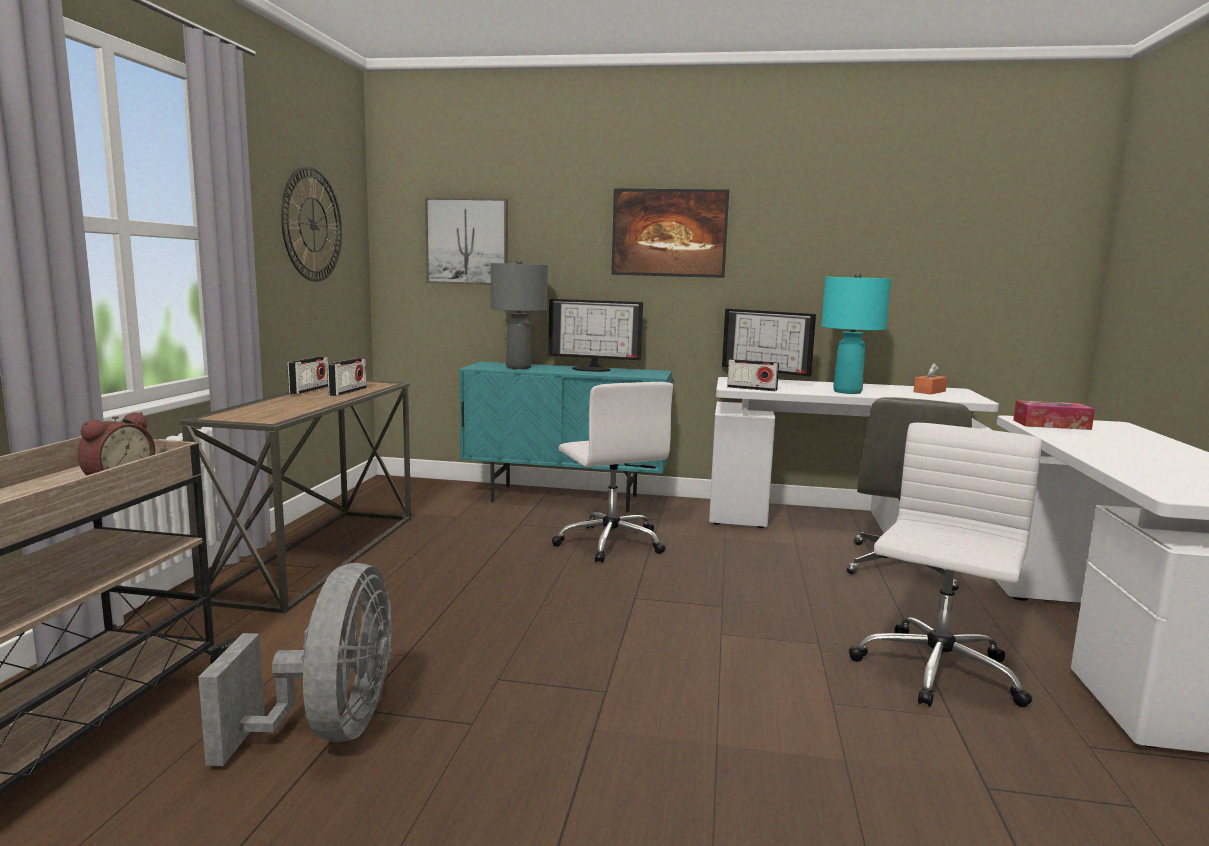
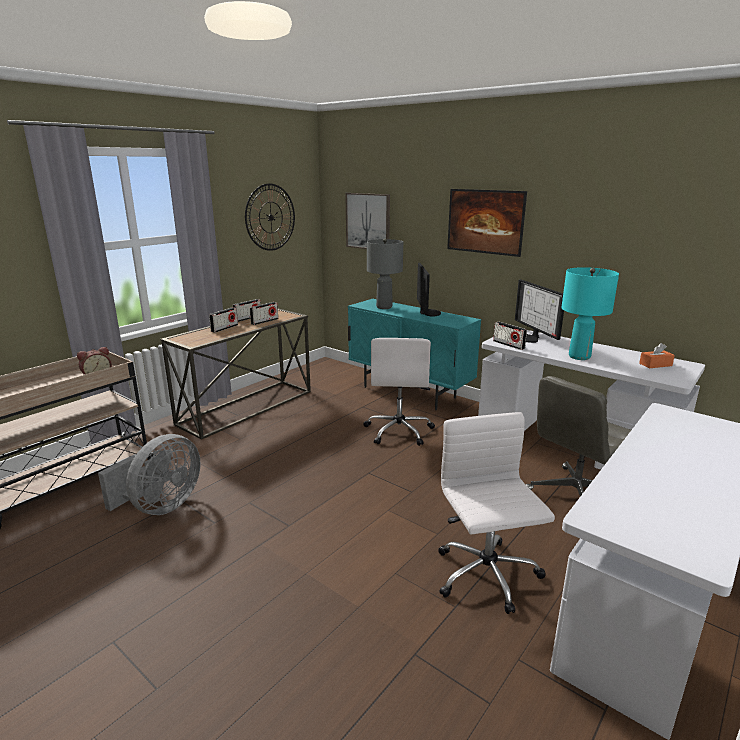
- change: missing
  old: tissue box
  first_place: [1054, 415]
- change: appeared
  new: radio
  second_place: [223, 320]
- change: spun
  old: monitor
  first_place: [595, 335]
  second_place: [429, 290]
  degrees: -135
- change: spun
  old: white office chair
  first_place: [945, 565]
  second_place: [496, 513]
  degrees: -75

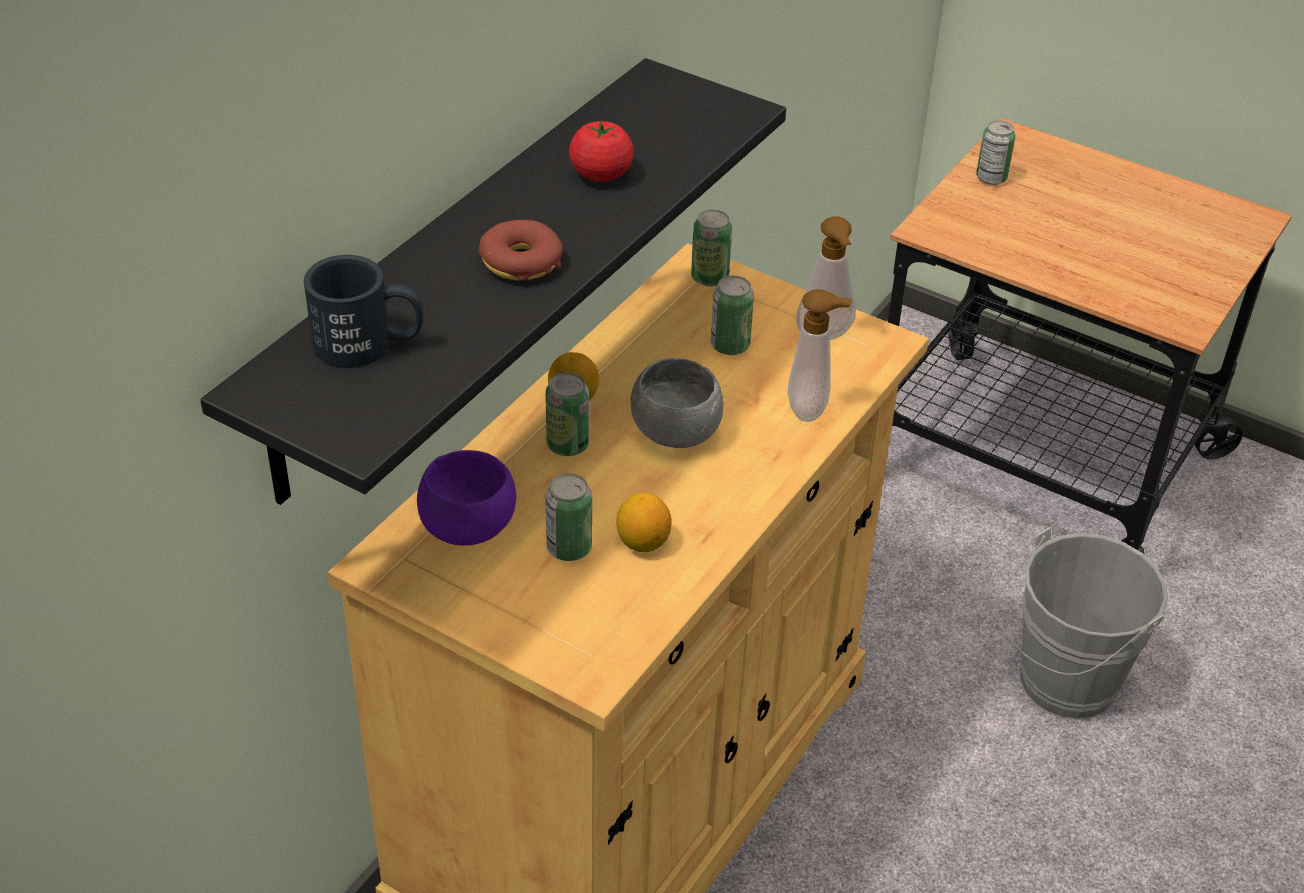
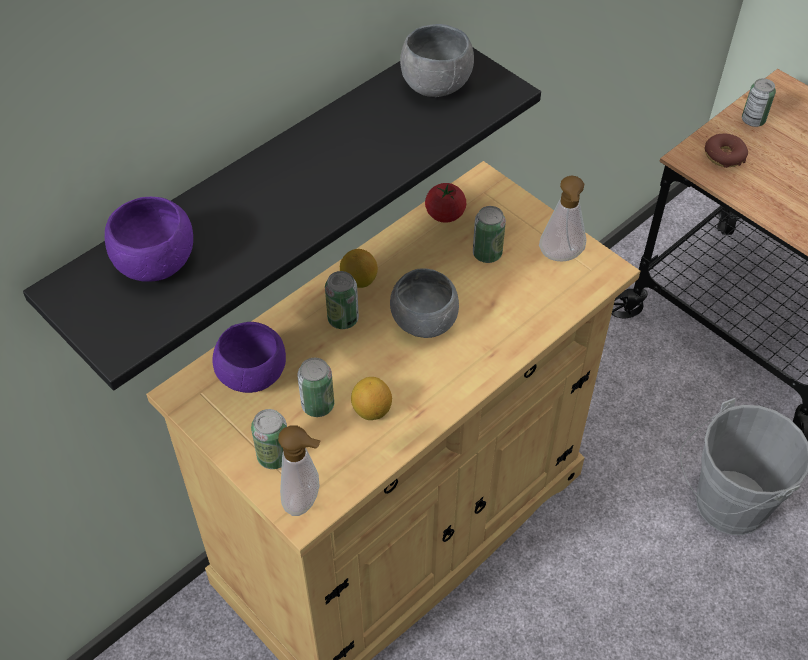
- change: appeared
  new: grey bowl
  second_place: [437, 60]
- change: relocated
  old: donut
  first_place: [521, 250]
  second_place: [726, 151]
- change: relocated
  old: tomato
  first_place: [601, 151]
  second_place: [445, 203]
- change: relocated
  old: can
  first_place: [711, 248]
  second_place: [269, 439]
- change: relocated
  old: soap dispenser
  first_place: [820, 355]
  second_place: [299, 470]
- change: exchanged
  old: black mug
  new: purple bowl
  first_place: [363, 311]
  second_place: [149, 239]

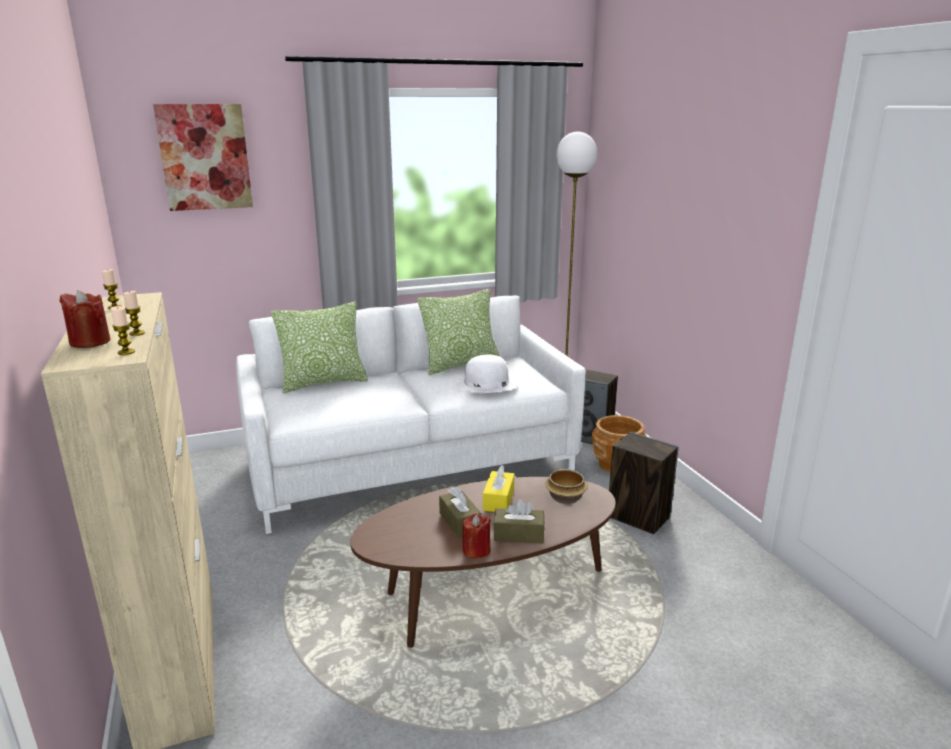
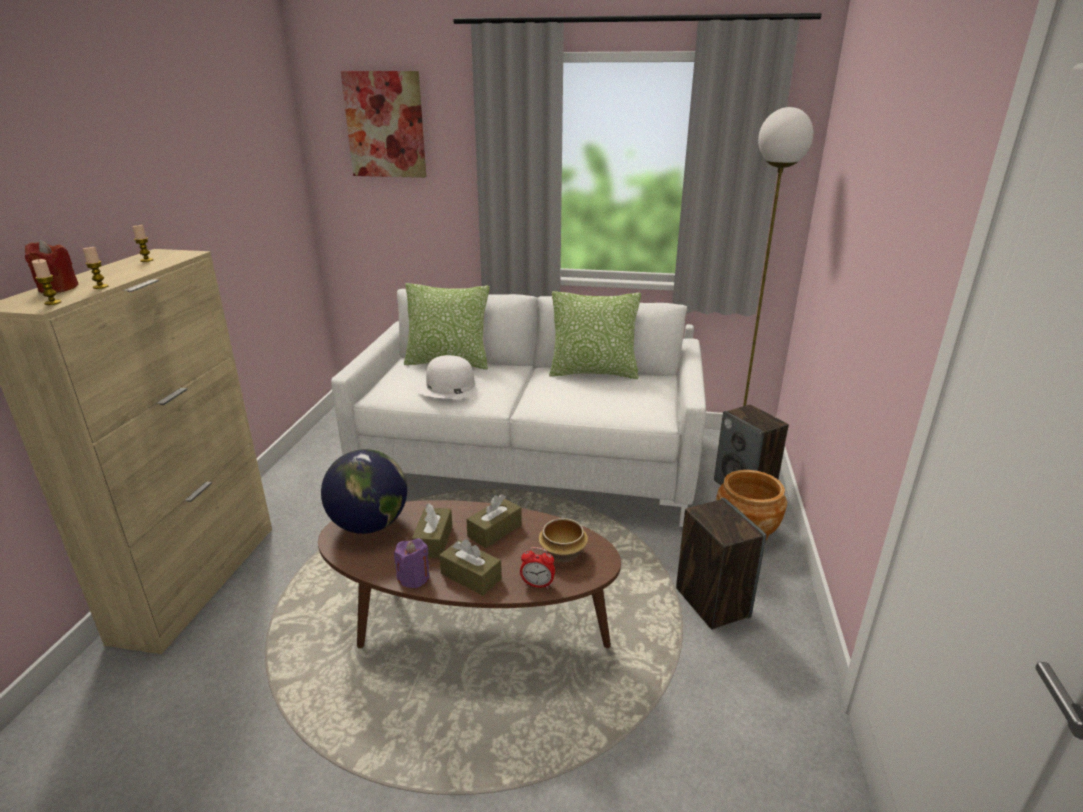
- change: appeared
  new: globe
  second_place: [364, 491]
- change: appeared
  new: alarm clock
  second_place: [537, 568]
- change: relocated
  old: white hat
  first_place: [486, 374]
  second_place: [450, 377]
- change: colour
  old: red candle
  new: purple candle
  first_place: [477, 536]
  second_place: [411, 563]
- change: colour
  old: yellow tissue box
  new: brown tissue box
  first_place: [498, 488]
  second_place: [494, 521]

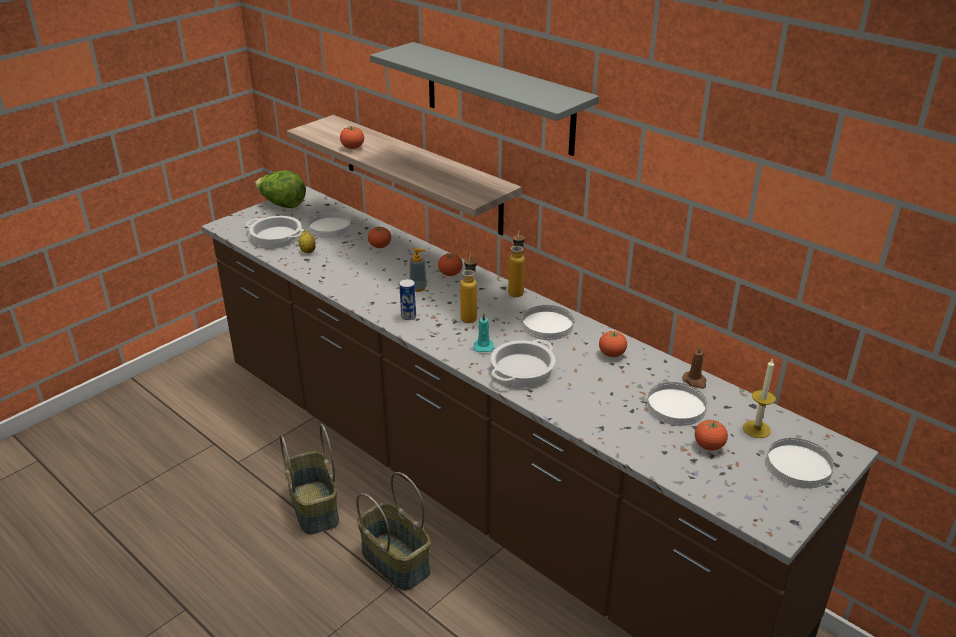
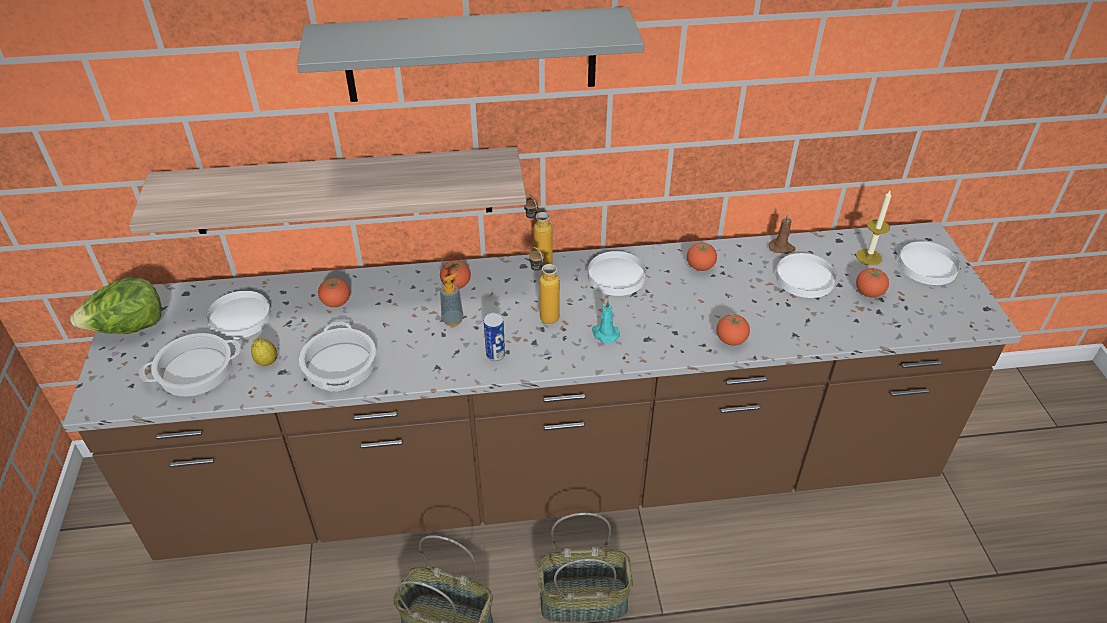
- change: relocated
  old: tomato
  first_place: [352, 137]
  second_place: [733, 330]
- change: relocated
  old: cooking pot
  first_place: [523, 363]
  second_place: [337, 356]

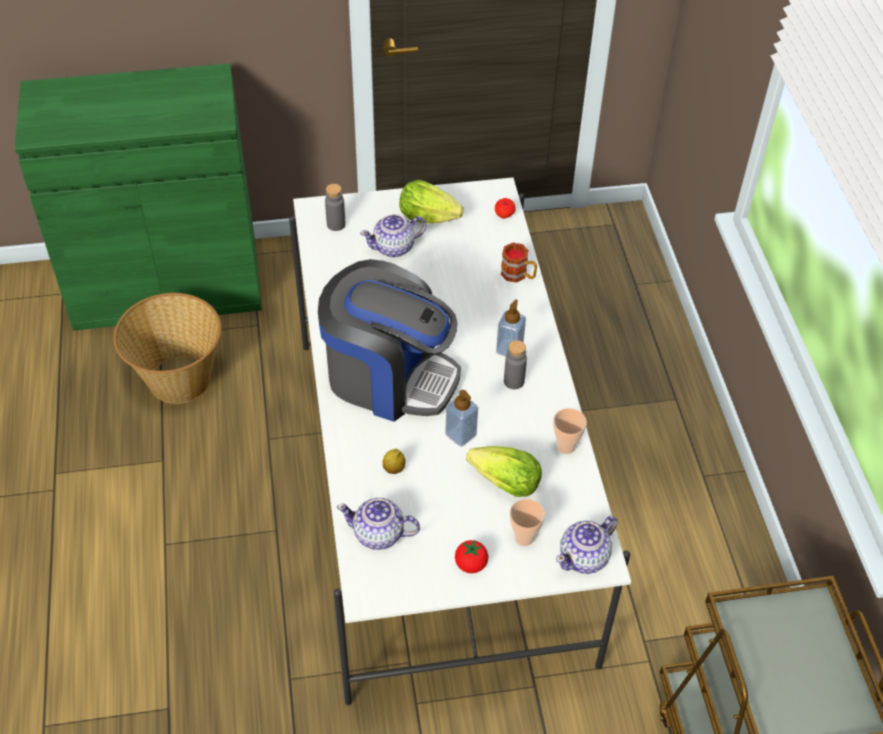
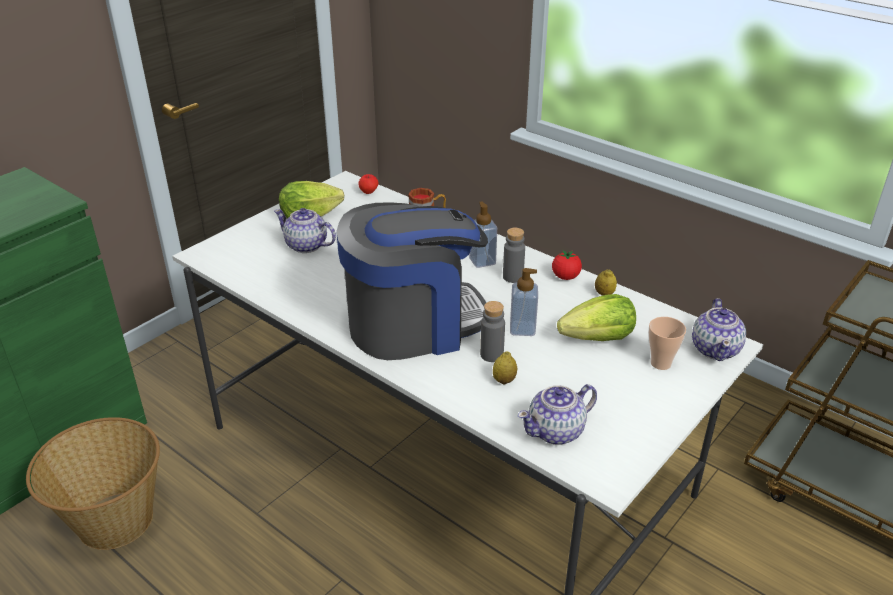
- change: relocated
  old: grey bottle
  first_place: [335, 207]
  second_place: [492, 331]
- change: relocated
  old: tomato
  first_place: [471, 556]
  second_place: [567, 265]
- change: exchanged
  old: cup
  new: lemon
  first_place: [570, 431]
  second_place: [606, 282]
- change: spun
  old: teapot
  first_place: [393, 235]
  second_place: [305, 230]
  degrees: 90

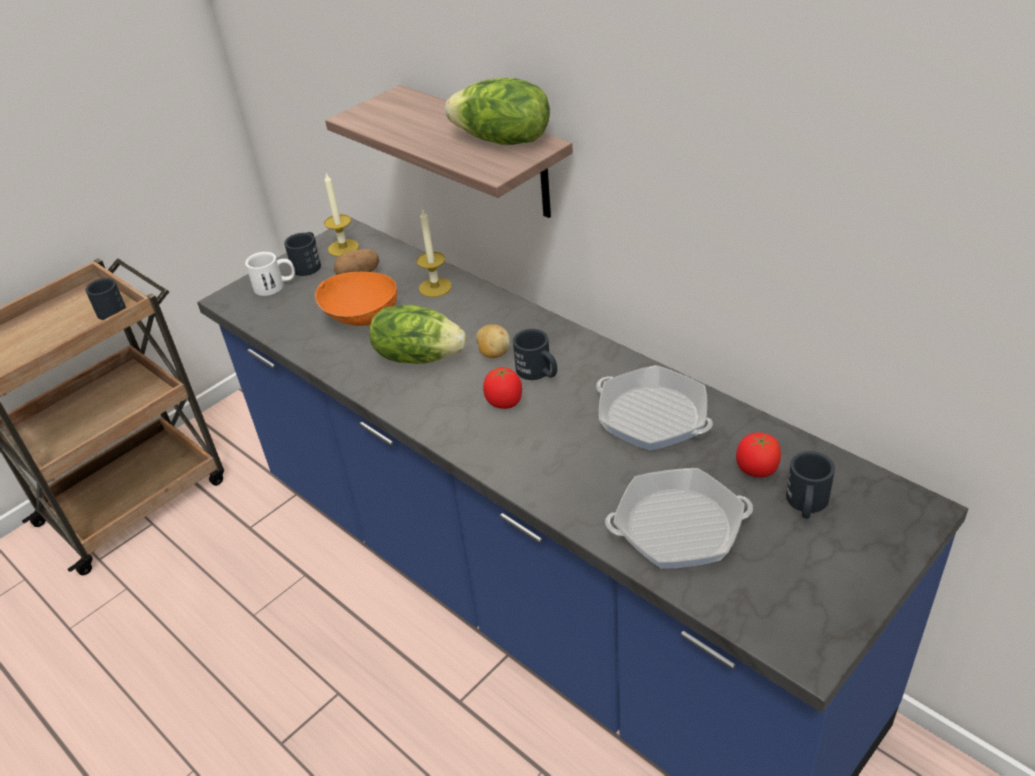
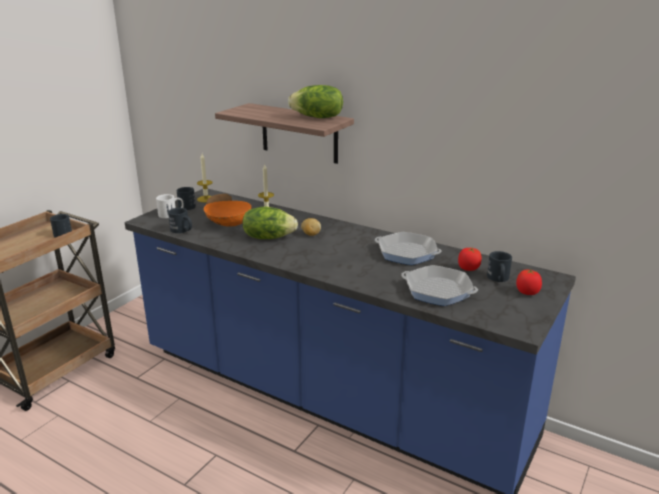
- change: relocated
  old: tomato
  first_place: [502, 388]
  second_place: [529, 282]
- change: relocated
  old: black mug
  first_place: [535, 354]
  second_place: [180, 220]
- change: spun
  old: frying pan
  first_place: [679, 518]
  second_place: [439, 285]
  degrees: 45

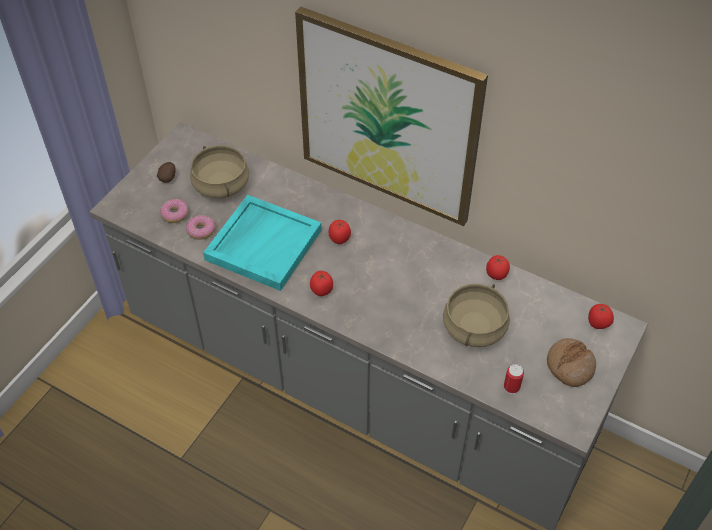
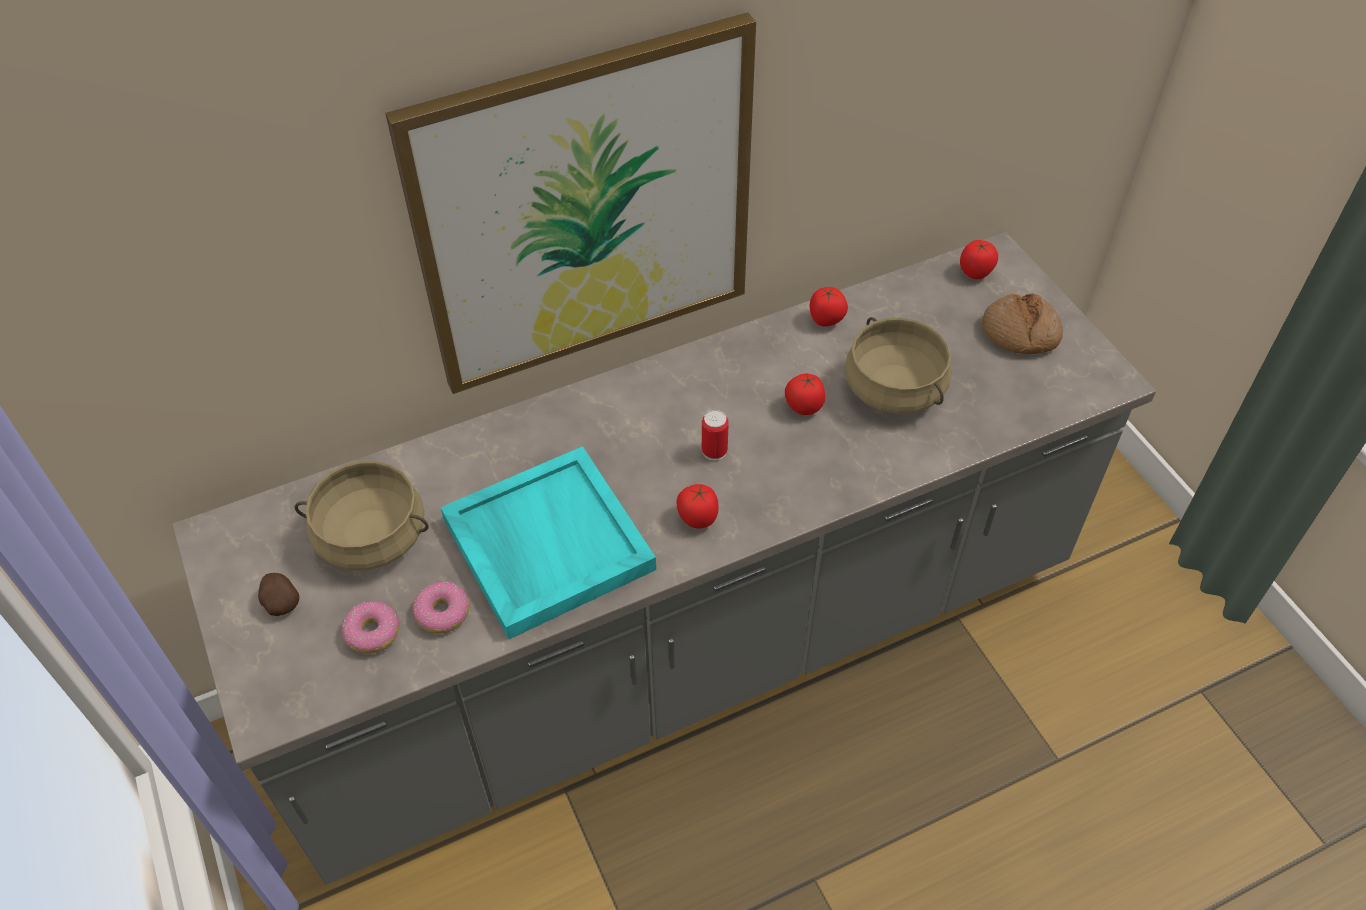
- change: relocated
  old: tomato
  first_place: [340, 232]
  second_place: [805, 394]
- change: relocated
  old: can
  first_place: [514, 379]
  second_place: [715, 435]

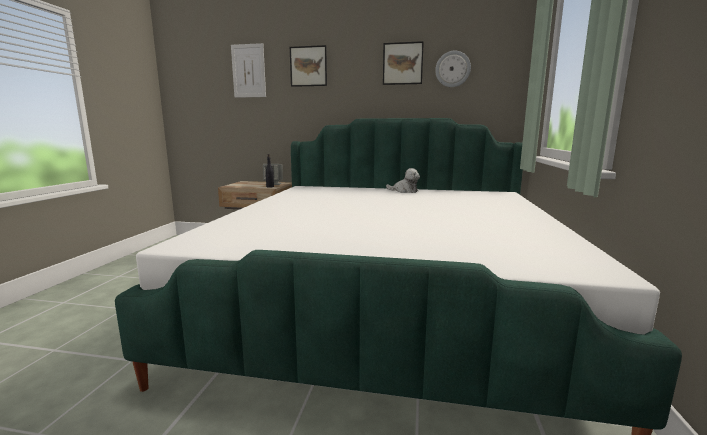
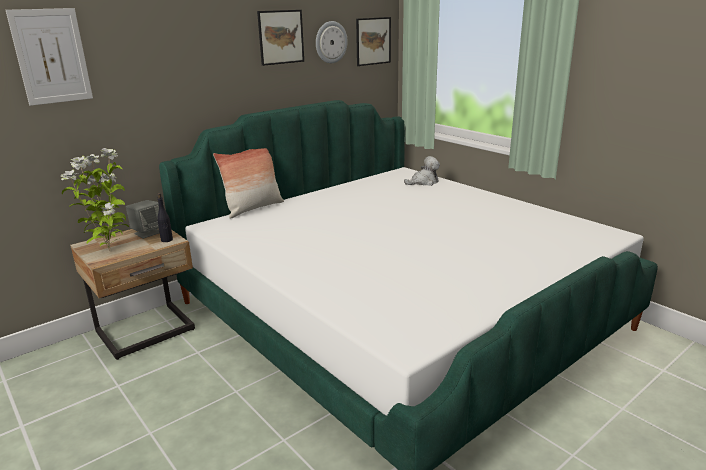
- change: appeared
  new: potted plant
  second_place: [95, 199]
- change: appeared
  new: pillow
  second_place: [248, 183]
- change: relocated
  old: picture
  first_place: [308, 66]
  second_place: [373, 41]
- change: relocated
  old: plush toy
  first_place: [403, 180]
  second_place: [422, 171]

